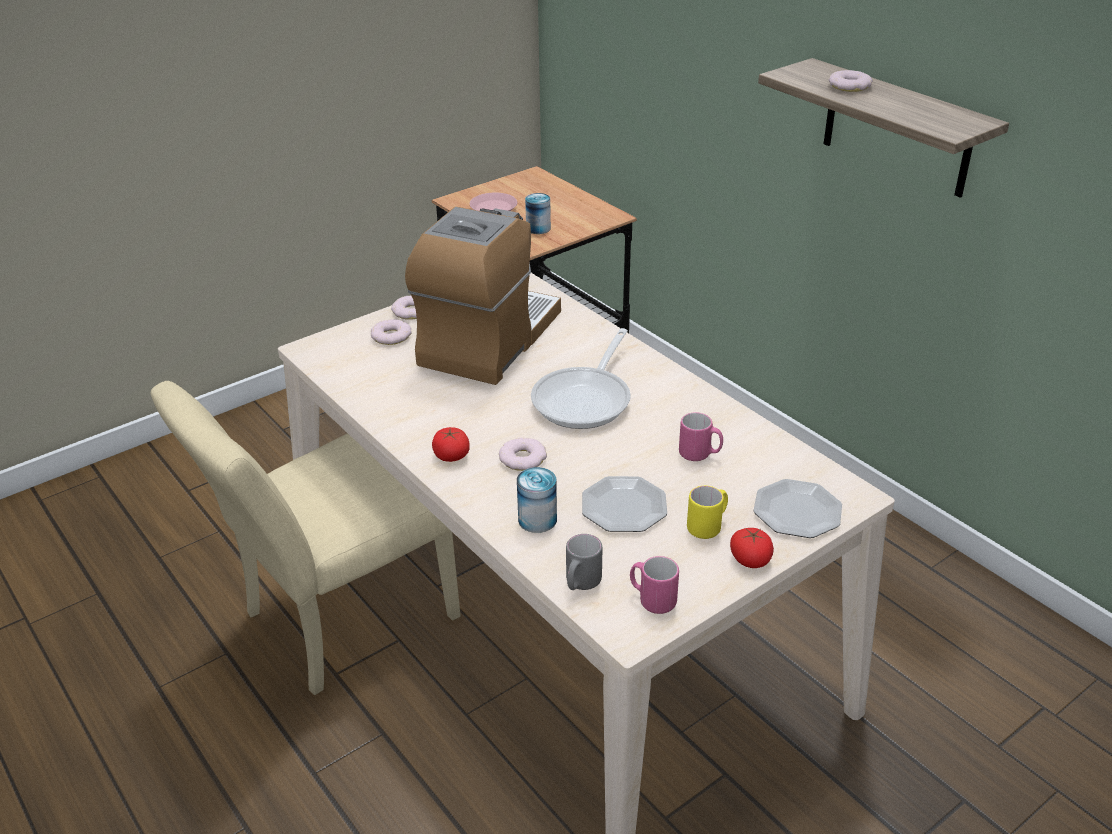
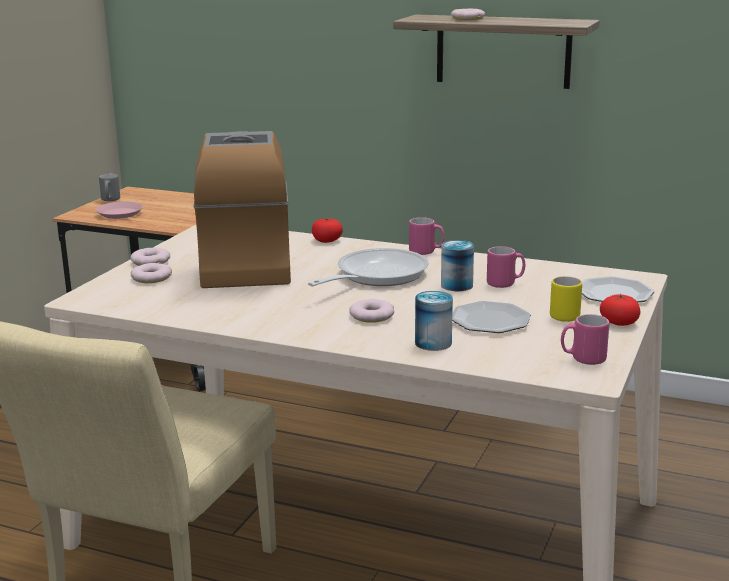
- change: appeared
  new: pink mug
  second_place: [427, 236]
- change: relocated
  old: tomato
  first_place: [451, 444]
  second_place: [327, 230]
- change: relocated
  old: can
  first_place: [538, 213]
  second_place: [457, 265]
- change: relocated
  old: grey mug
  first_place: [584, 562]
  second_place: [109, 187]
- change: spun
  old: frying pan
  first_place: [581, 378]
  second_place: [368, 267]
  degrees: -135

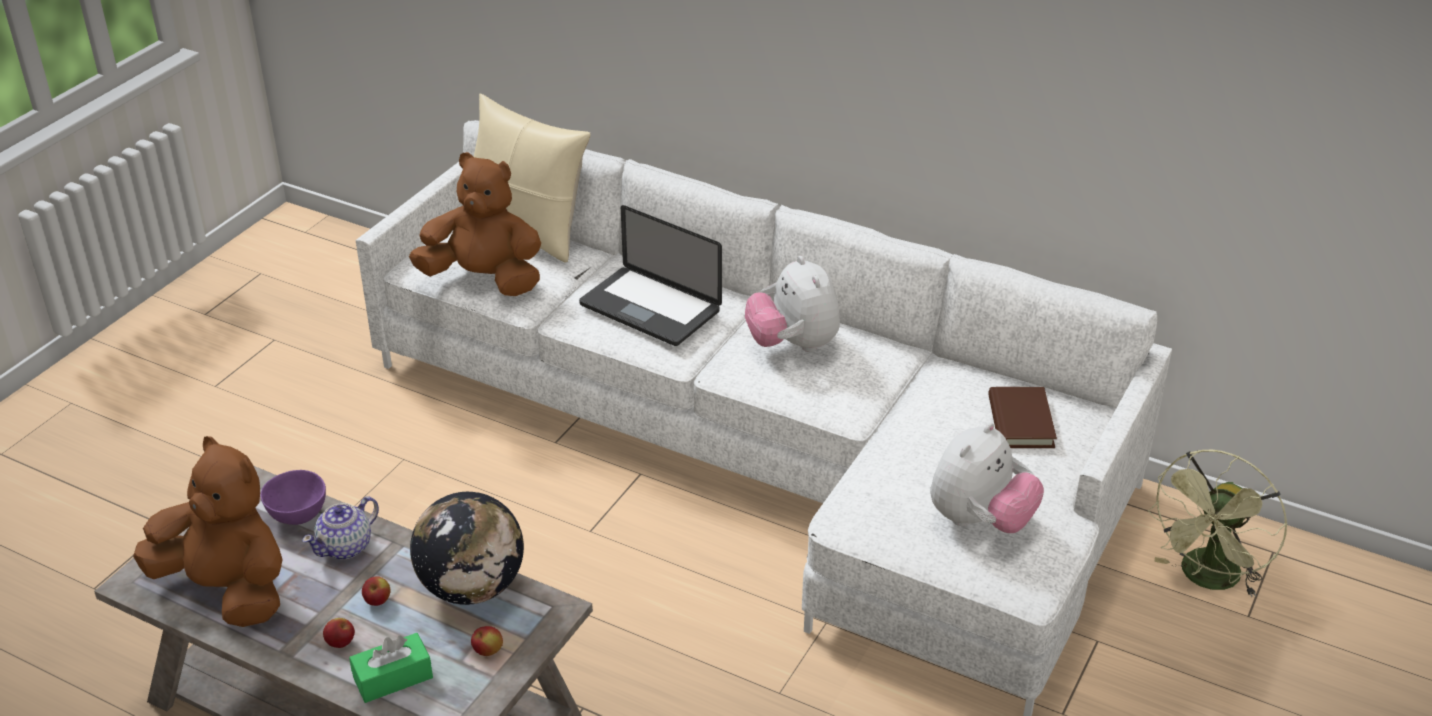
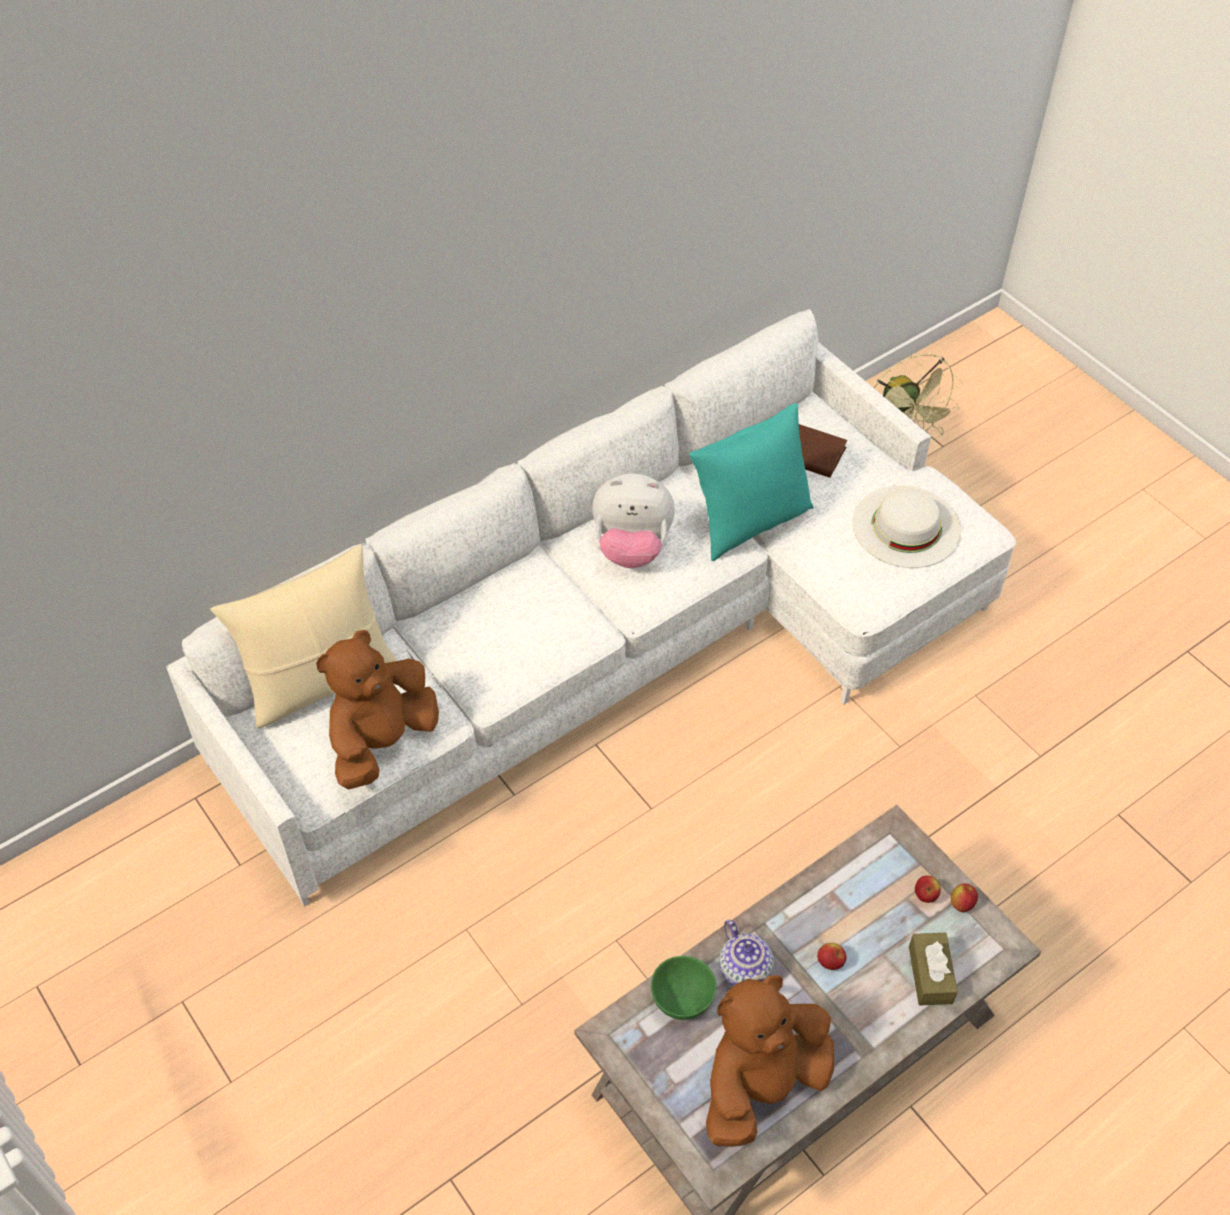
- change: missing
  old: globe
  first_place: [467, 548]
- change: missing
  old: laptop
  first_place: [650, 275]
- change: appeared
  new: turquoise pillow
  second_place: [751, 482]
- change: relocated
  old: apple
  first_place: [339, 633]
  second_place: [964, 898]
- change: exchanged
  old: plush toy
  new: white hat
  first_place: [987, 477]
  second_place: [907, 526]
- change: colour
  old: purple bowl
  new: green bowl
  first_place: [293, 497]
  second_place: [684, 988]
- change: colour
  old: green tissue box
  new: brown tissue box
  first_place: [391, 668]
  second_place: [933, 969]

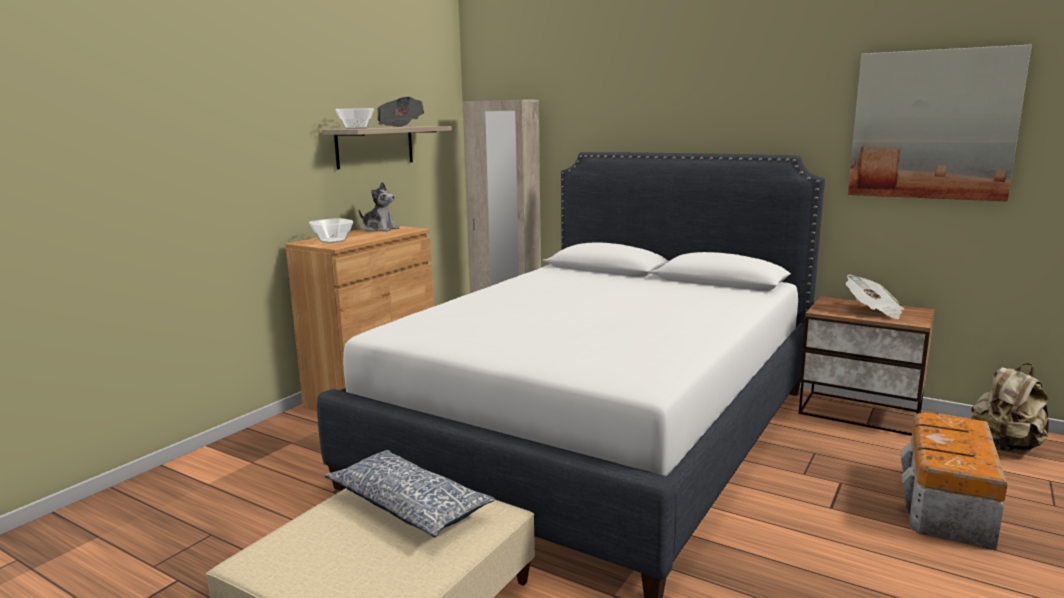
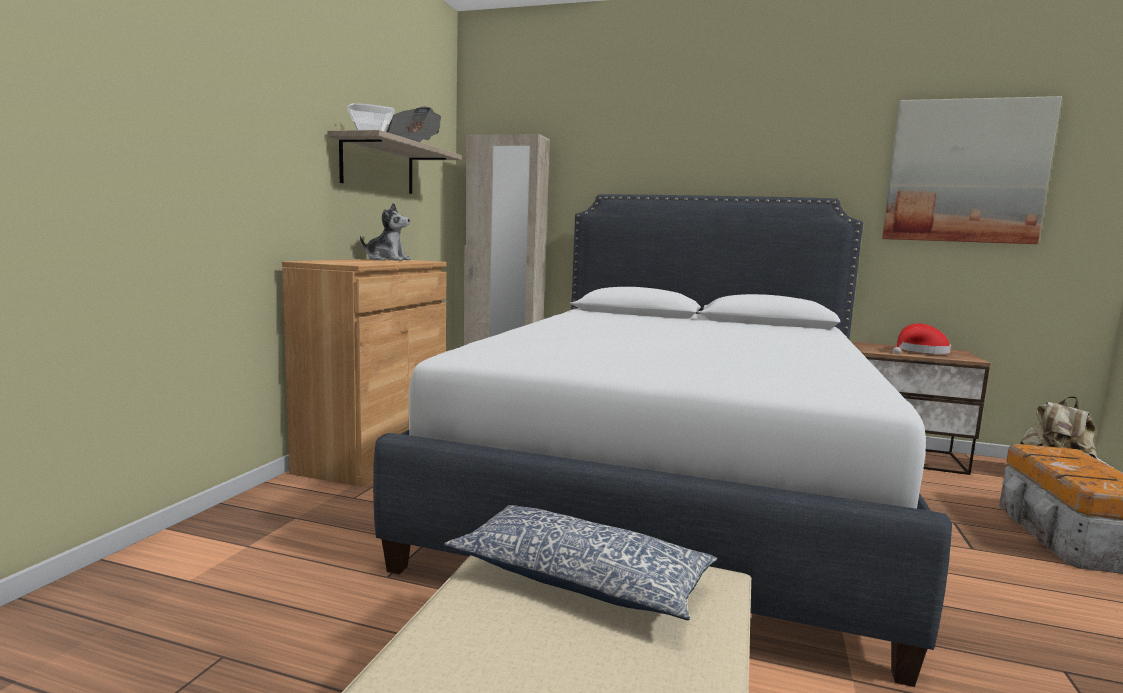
- change: missing
  old: bowl
  first_place: [331, 230]
- change: exchanged
  old: newspaper
  new: red hat
  first_place: [875, 297]
  second_place: [922, 338]

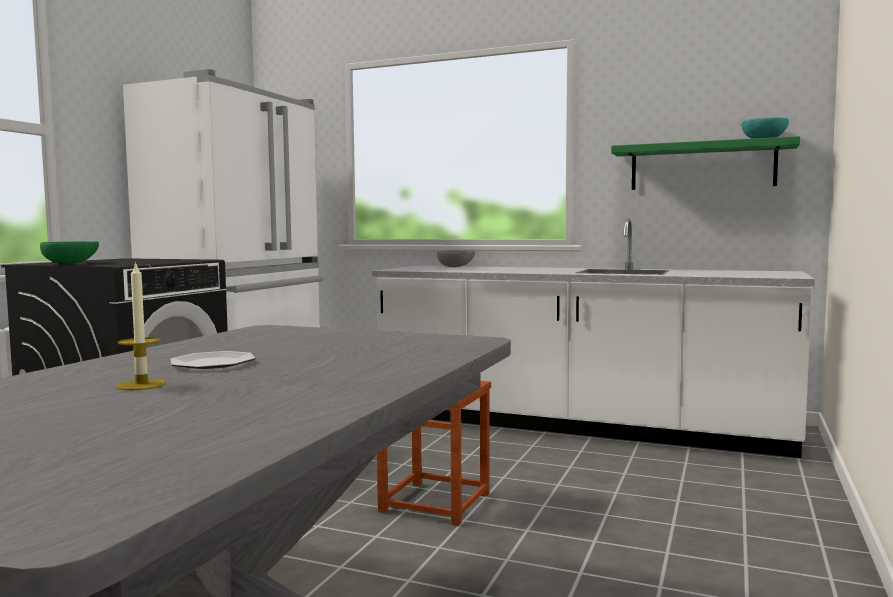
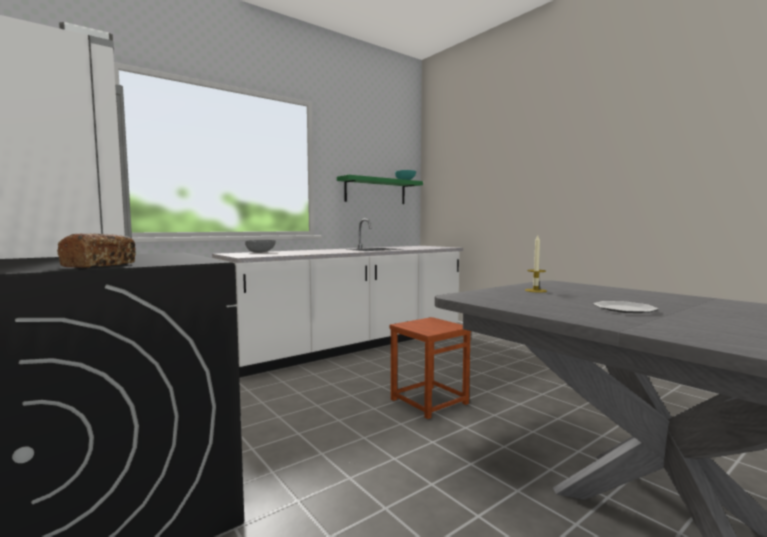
- change: relocated
  old: candle
  first_place: [141, 325]
  second_place: [536, 264]
- change: exchanged
  old: green bowl
  new: bread
  first_place: [69, 252]
  second_place: [96, 250]

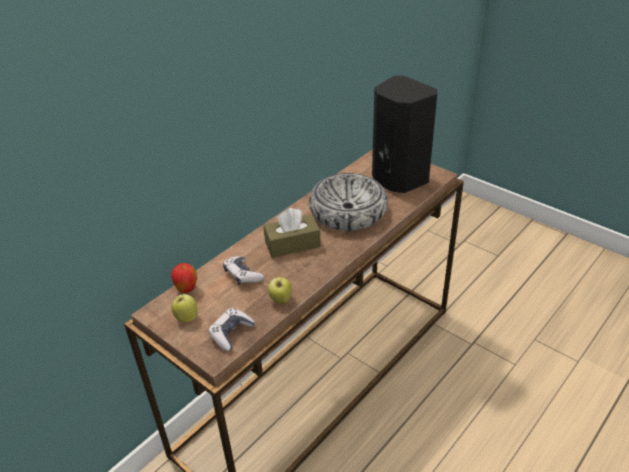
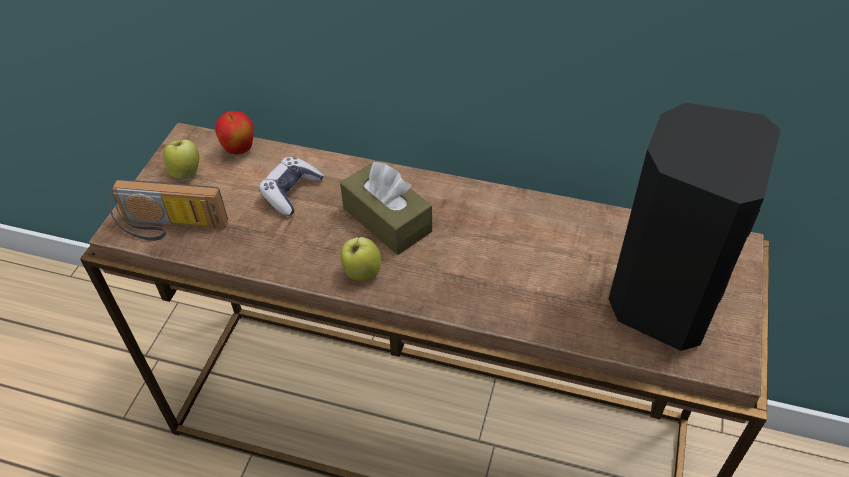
- change: missing
  old: bowl
  first_place: [348, 202]
- change: relocated
  old: apple
  first_place: [280, 290]
  second_place: [360, 258]
- change: exchanged
  old: game controller
  new: radio
  first_place: [232, 329]
  second_place: [168, 210]

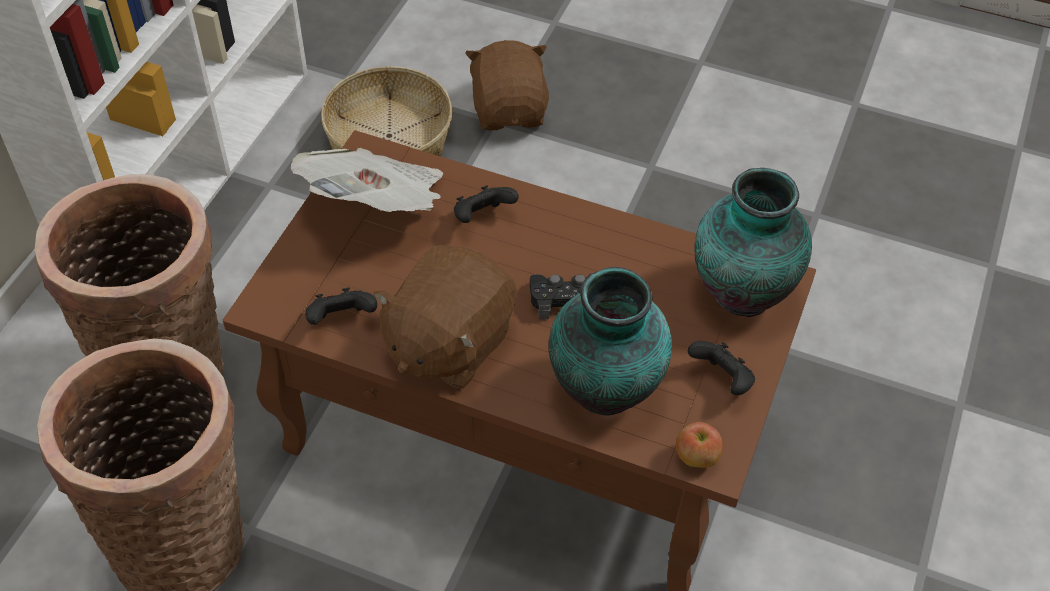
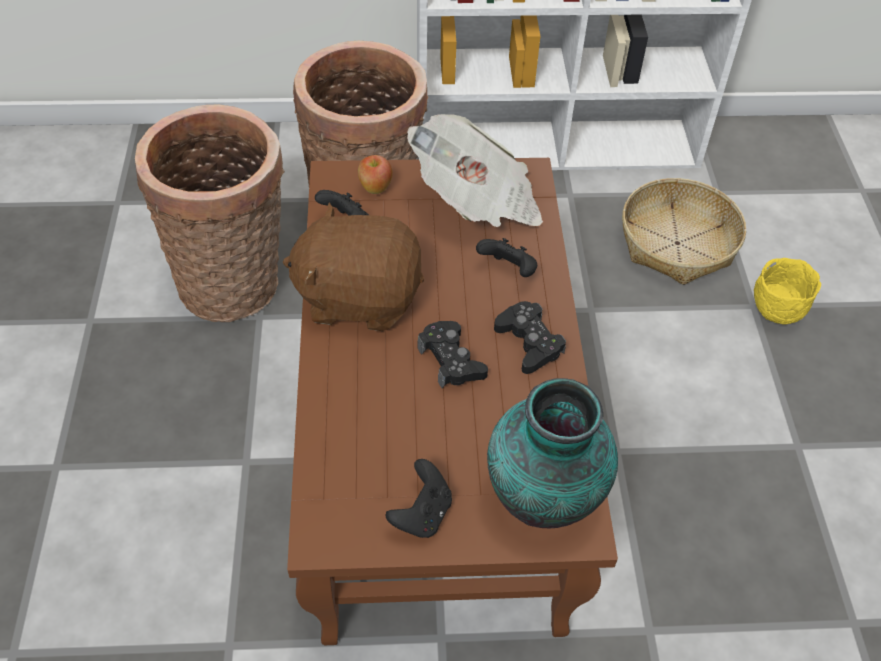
- change: missing
  old: vase
  first_place: [610, 341]
- change: appeared
  new: black game controller
  second_place: [530, 337]
- change: relocated
  old: apple
  first_place: [699, 445]
  second_place: [375, 174]
- change: exchanged
  old: brown plush toy
  new: yellow bowl
  first_place: [507, 85]
  second_place: [787, 291]

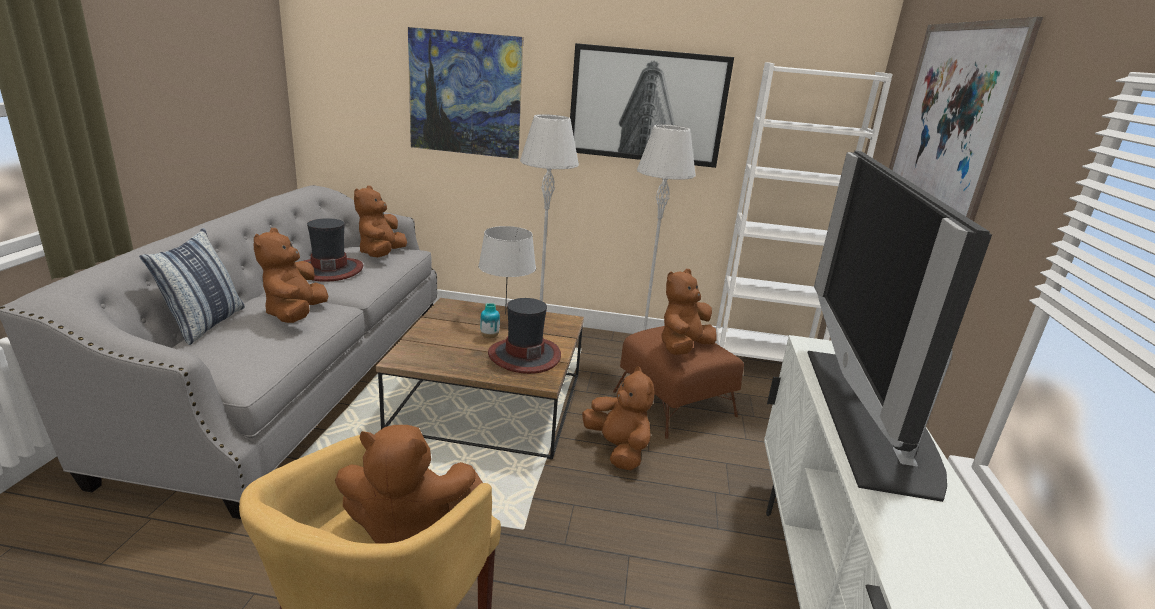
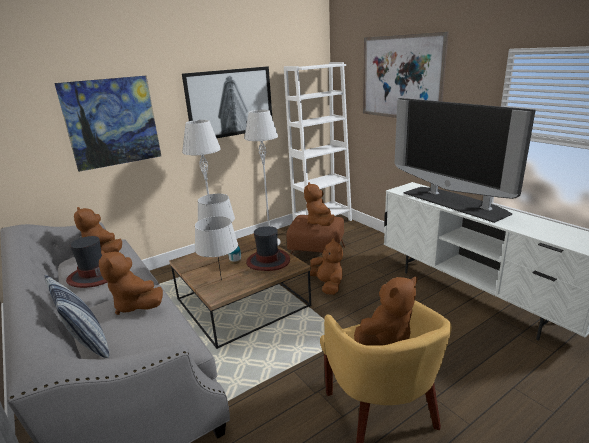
- change: appeared
  new: grey table lamp
  second_place: [216, 248]
- change: spun
  old: brown plush toy
  first_place: [618, 418]
  second_place: [325, 267]
  degrees: 45

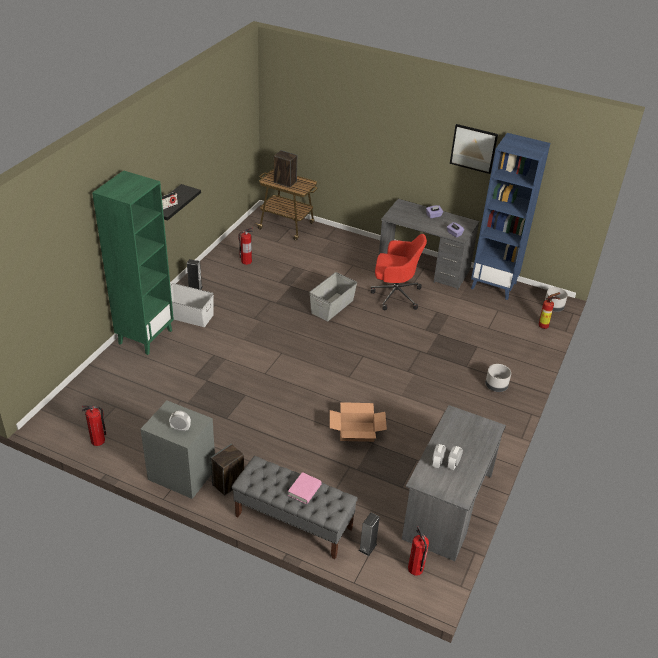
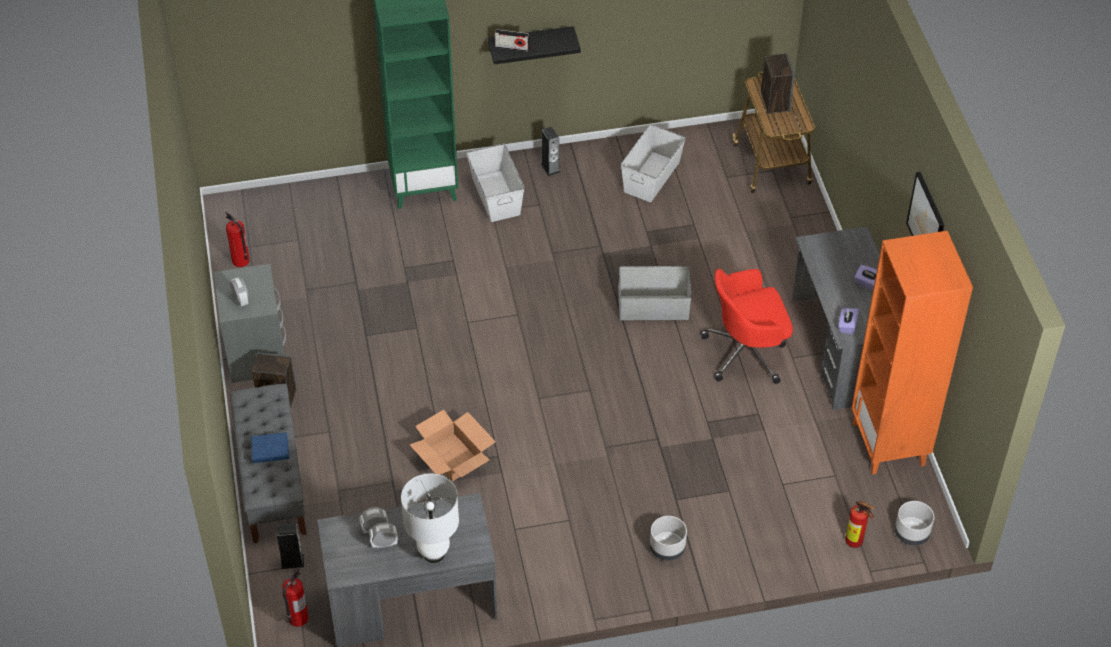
- change: appeared
  new: white table lamp
  second_place: [430, 518]
- change: exchanged
  old: fire extinguisher
  new: white storage box
  first_place: [245, 246]
  second_place: [653, 163]
- change: colour
  old: pink book
  new: blue book
  first_place: [305, 488]
  second_place: [270, 447]
- change: colour
  old: blue bookcase
  new: orange bookcase
  first_place: [510, 216]
  second_place: [912, 353]
- change: spun
  old: red office chair
  first_place: [399, 272]
  second_place: [747, 326]
  degrees: 105

